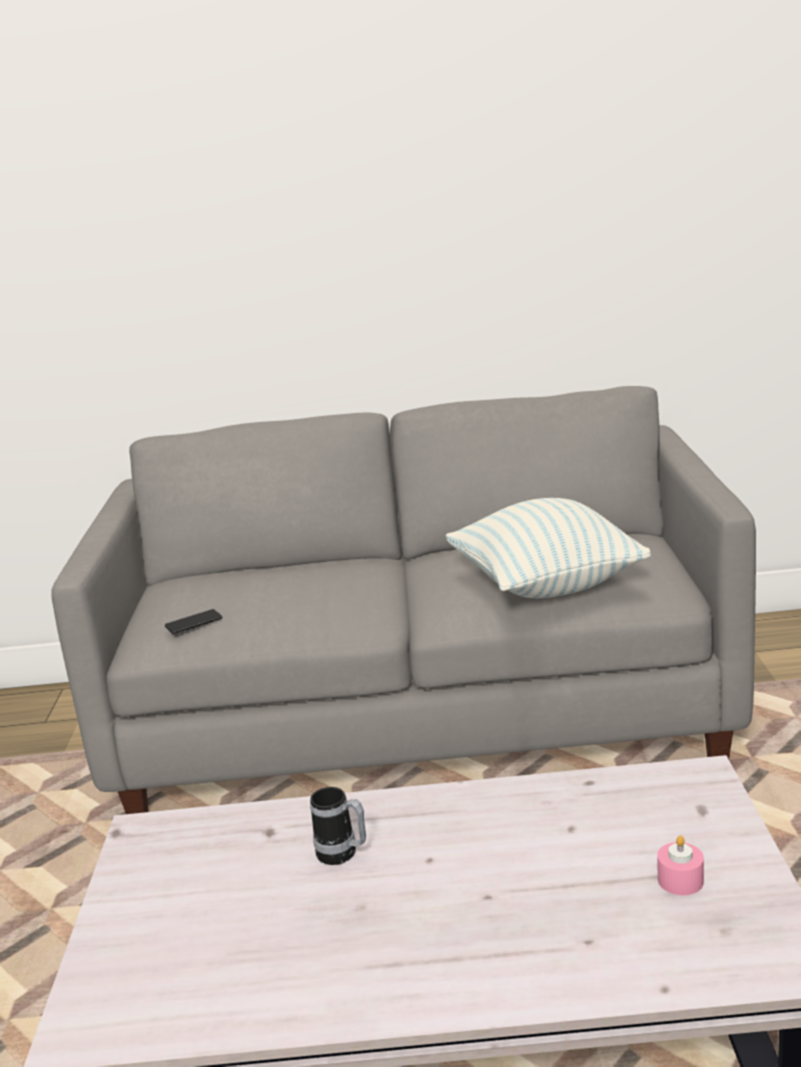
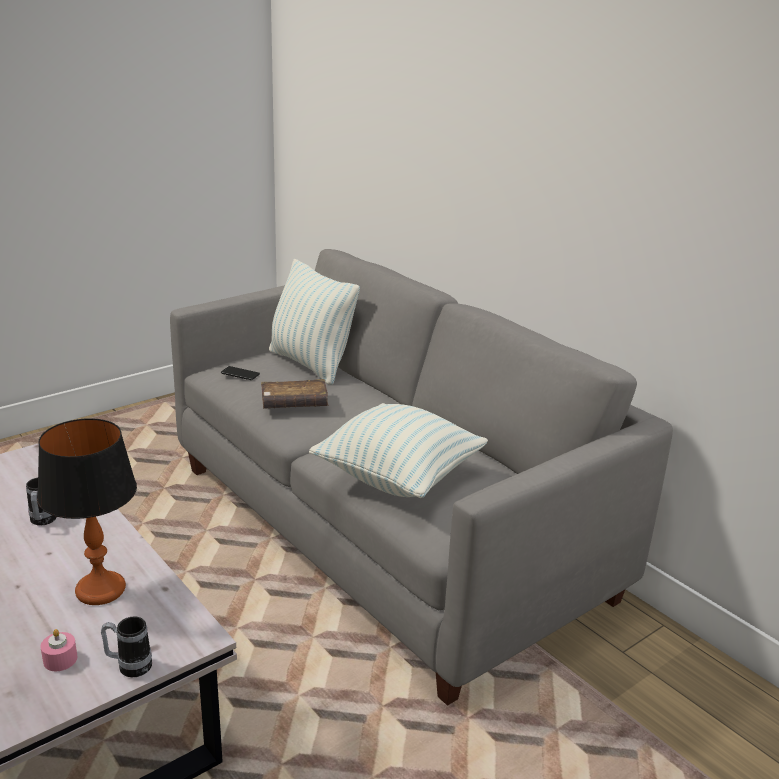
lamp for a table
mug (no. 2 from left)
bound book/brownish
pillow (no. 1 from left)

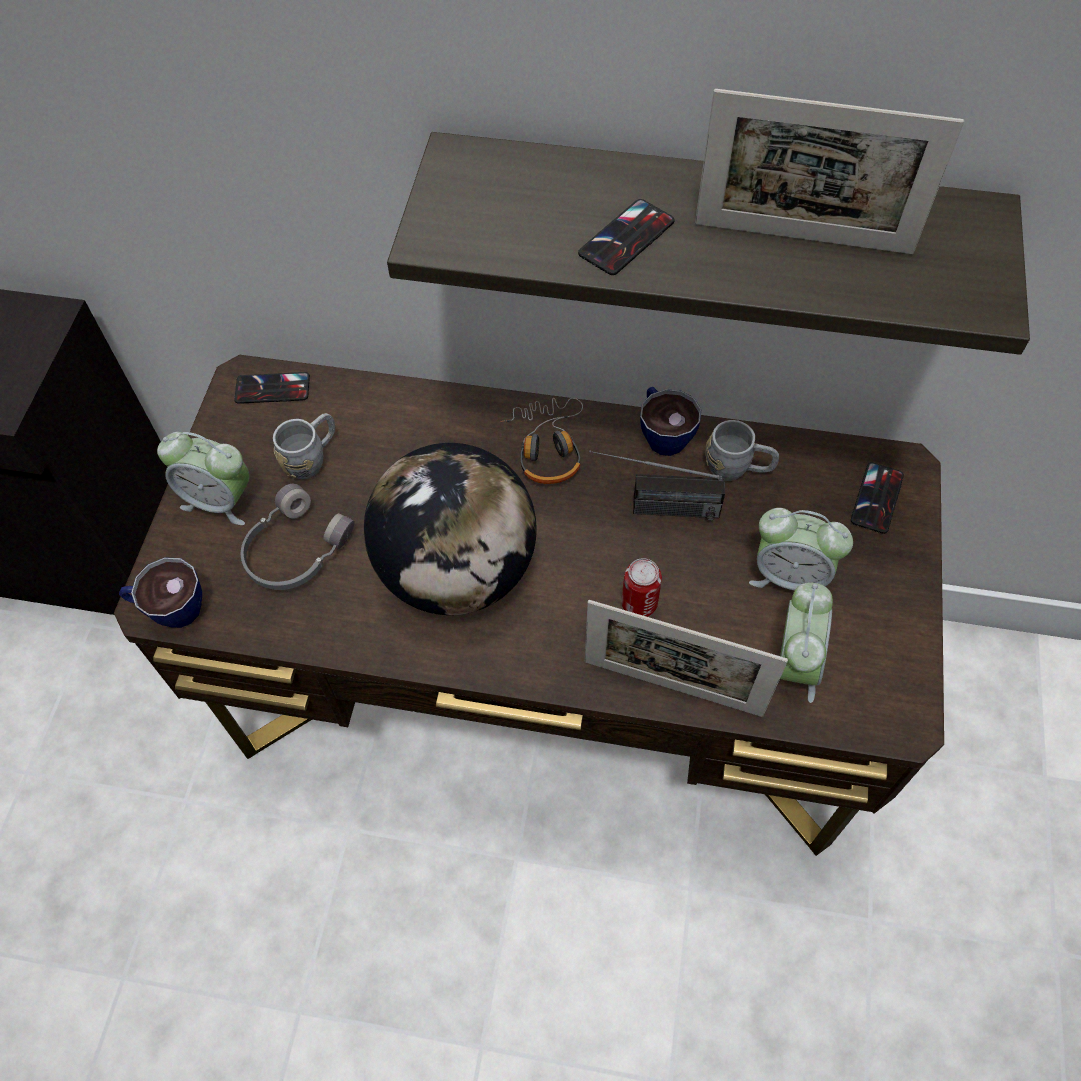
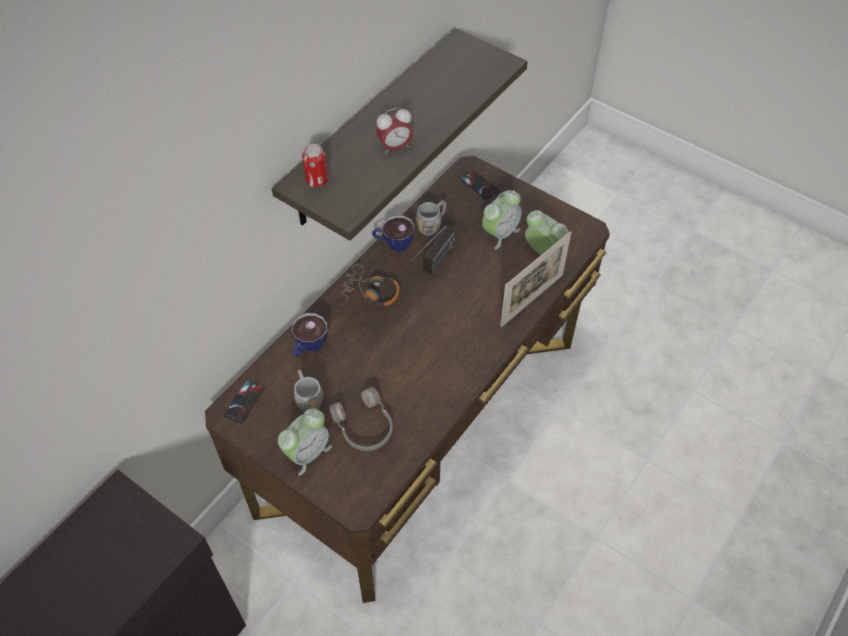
drinking cup (no. 1 from left)
sealed can
alarm clock (no. 2 from left)
desk globe
picture frame (no. 2 from left in the first image)

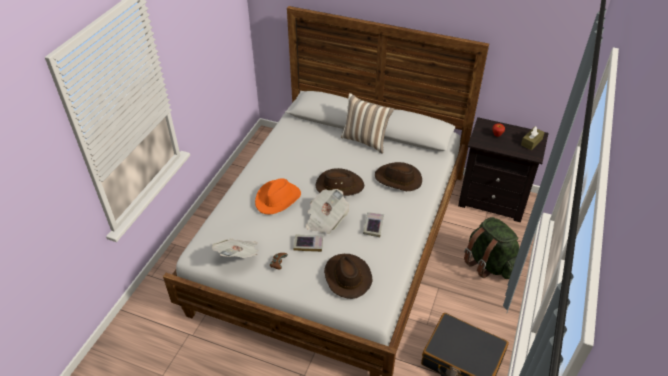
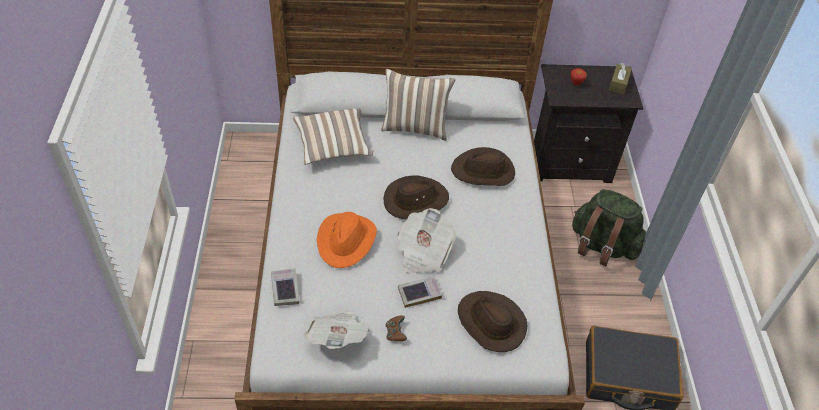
bound book (no. 1 from left)
pillow (no. 1 from left)

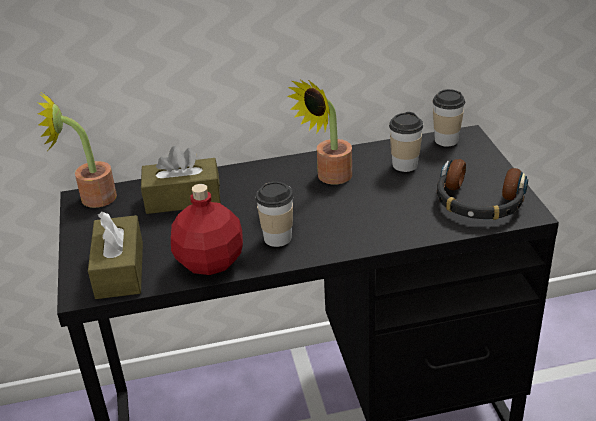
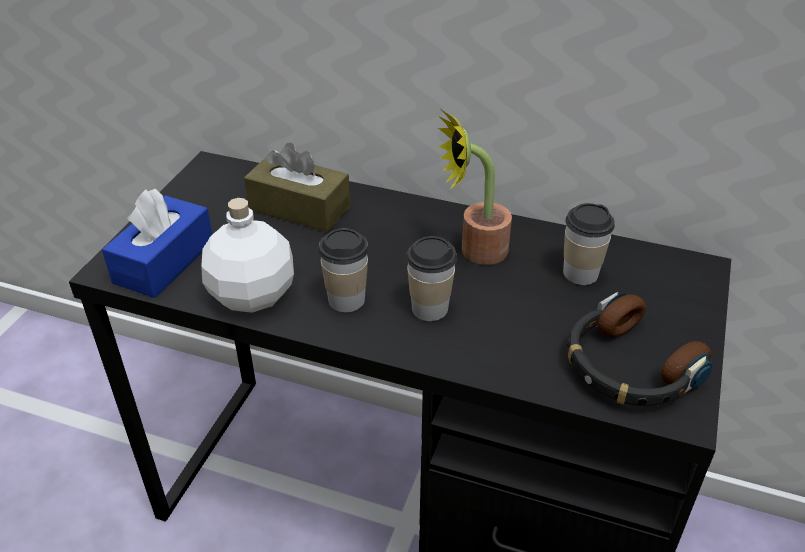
box of tissues/blue
bottle/white-coloured
drinking cup (no. 2 from left)
plant in a pot (no. 1 from left in the first image)

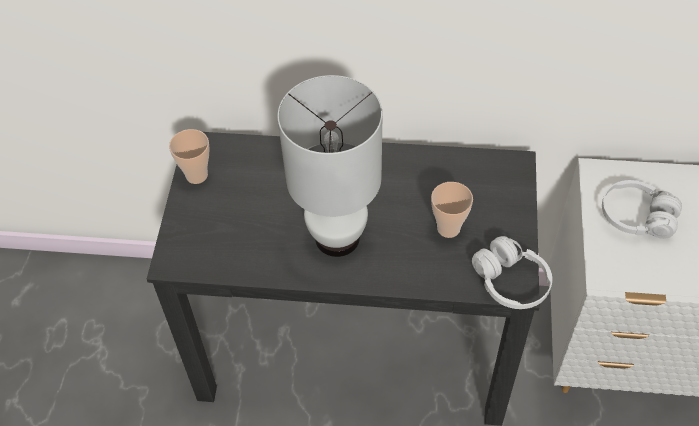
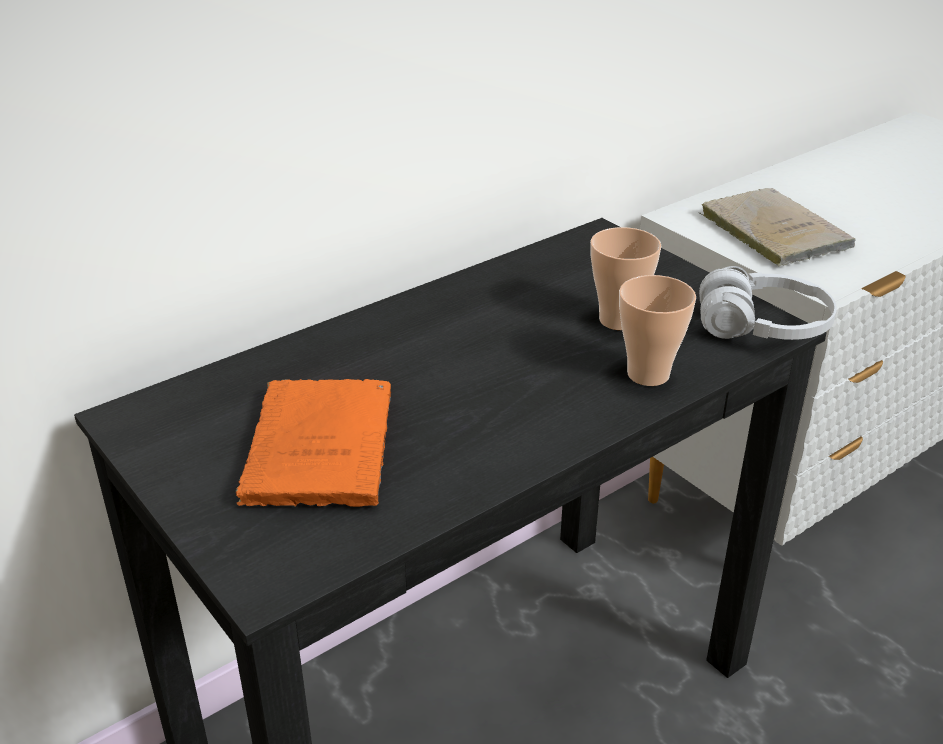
bound book/orange-coloured
drinking cup (no. 2 from left)
bound book/beige-coloured
lamp for a table/white-coloured

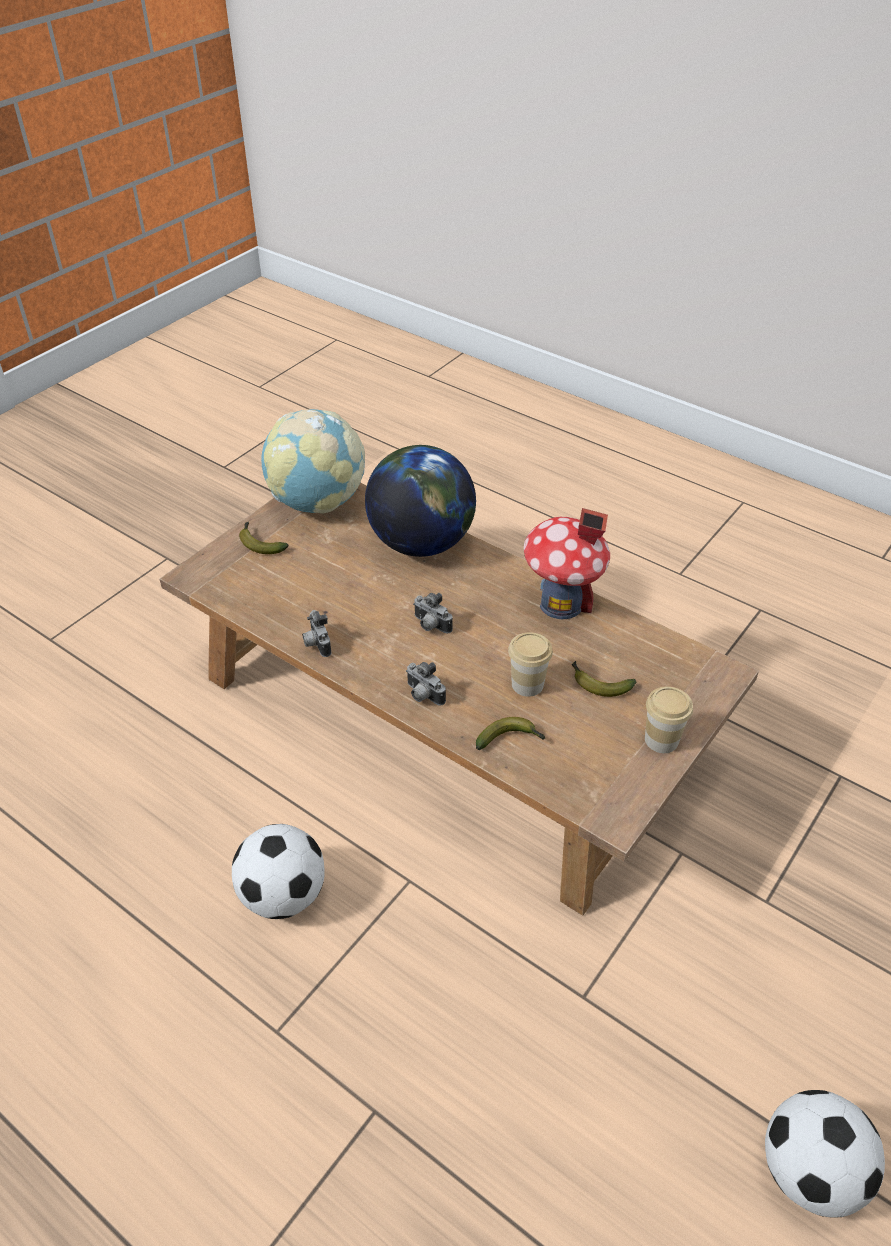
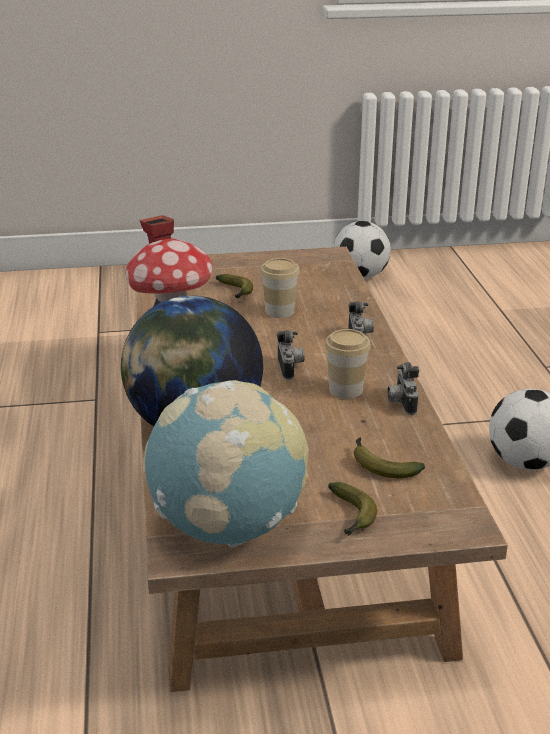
drinking cup (no. 2 from left)
banana fruit (no. 3 from left)
photo camera (no. 3 from left)

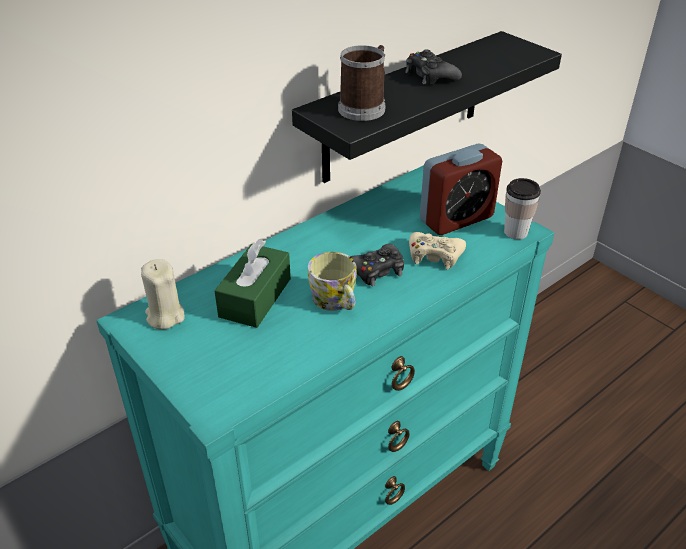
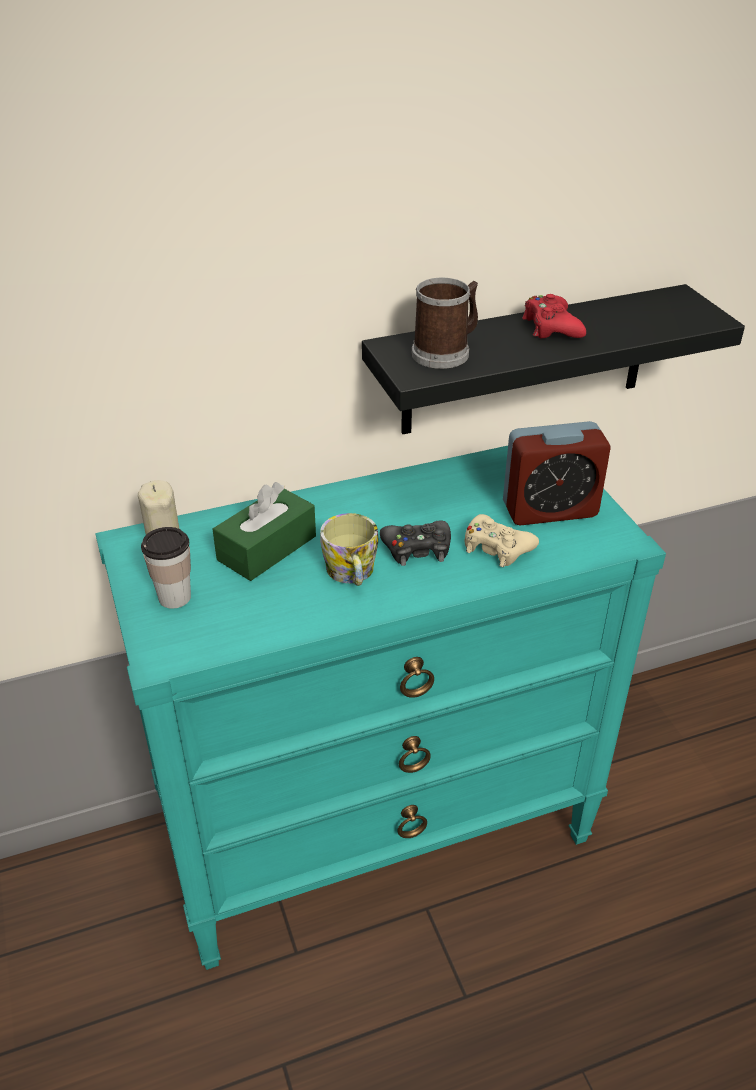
drinking cup
game controller/reddish

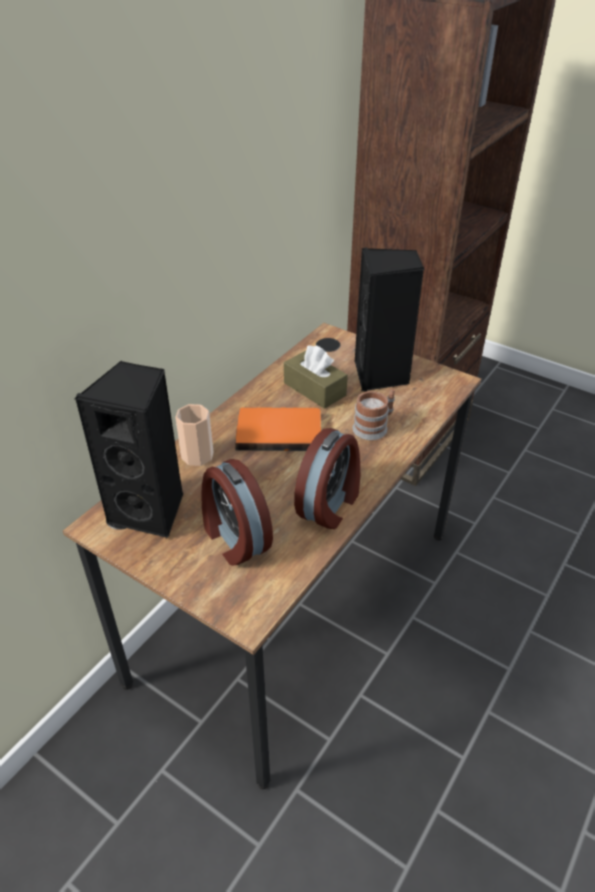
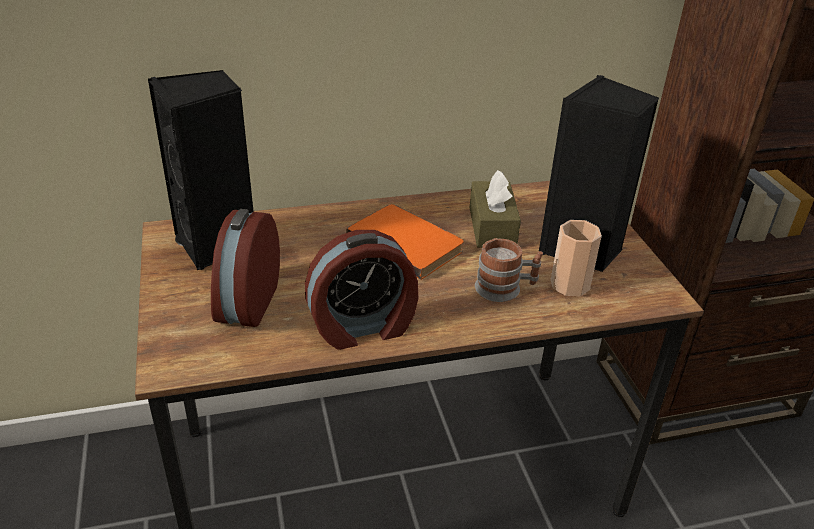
drinking cup

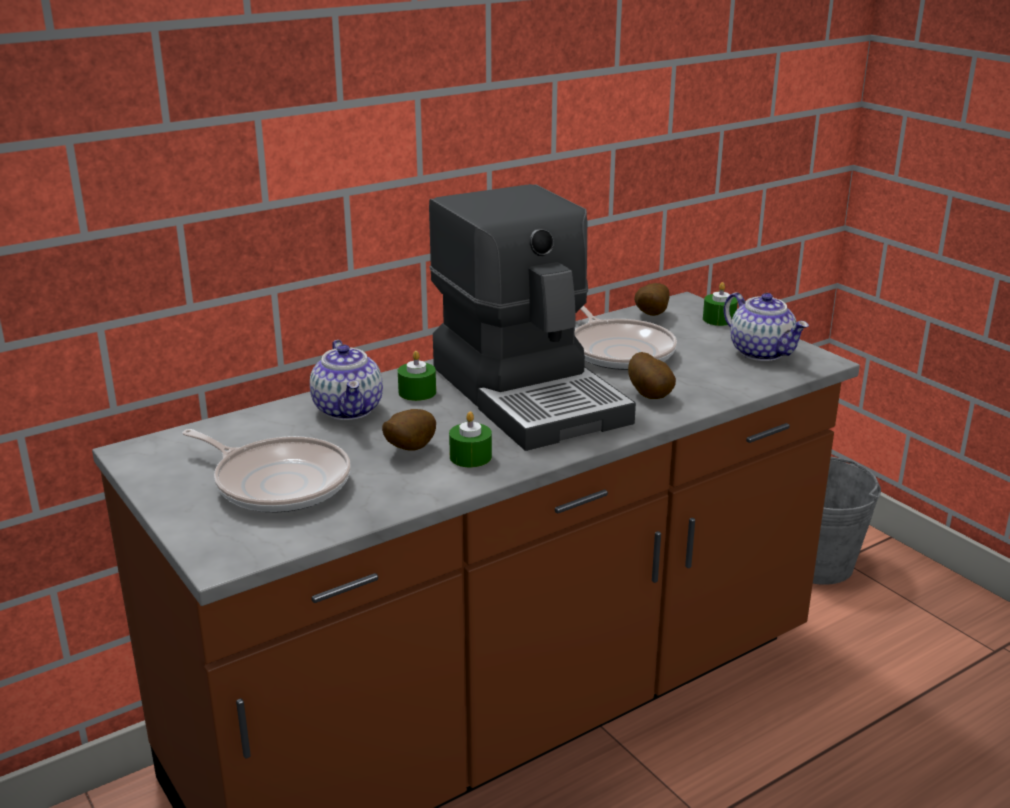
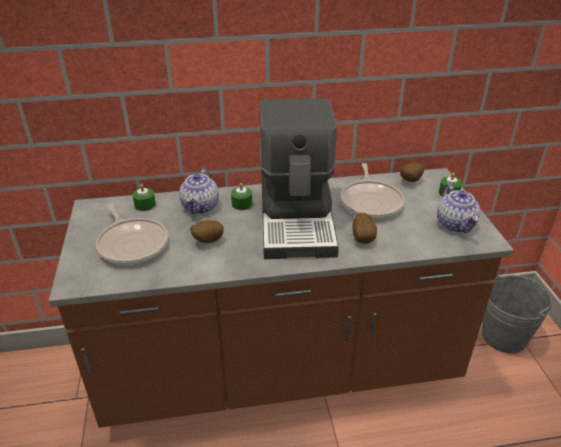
candle/green (no. 1 from left)

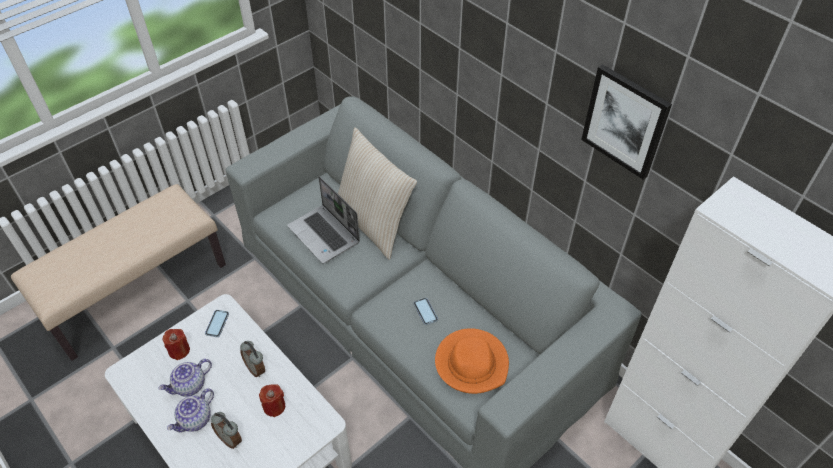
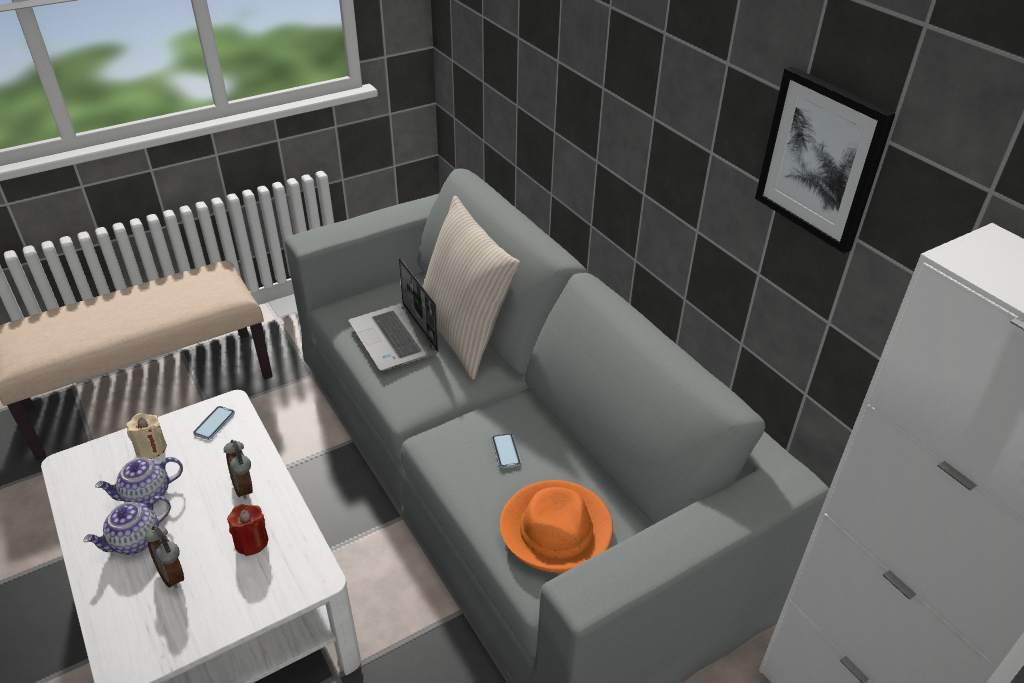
candle/beige-coloured

